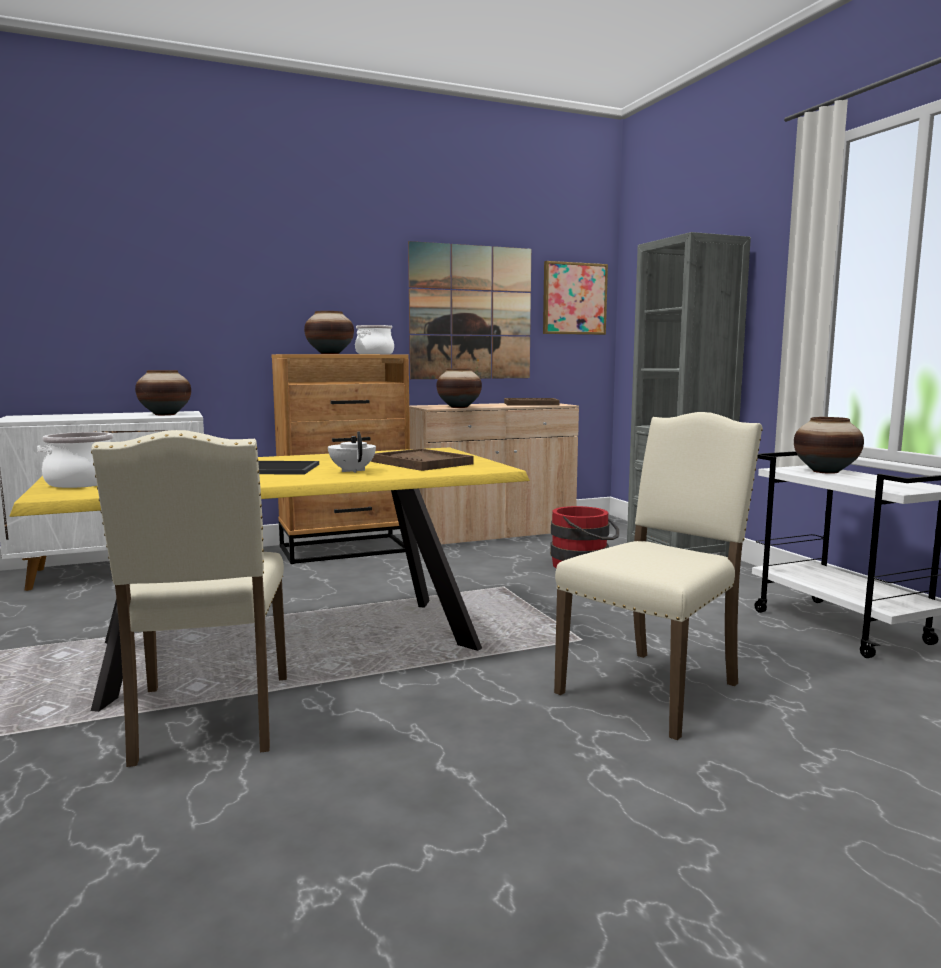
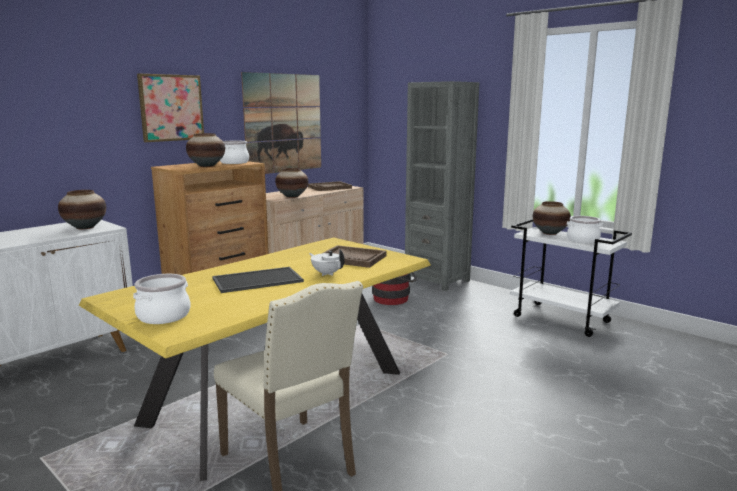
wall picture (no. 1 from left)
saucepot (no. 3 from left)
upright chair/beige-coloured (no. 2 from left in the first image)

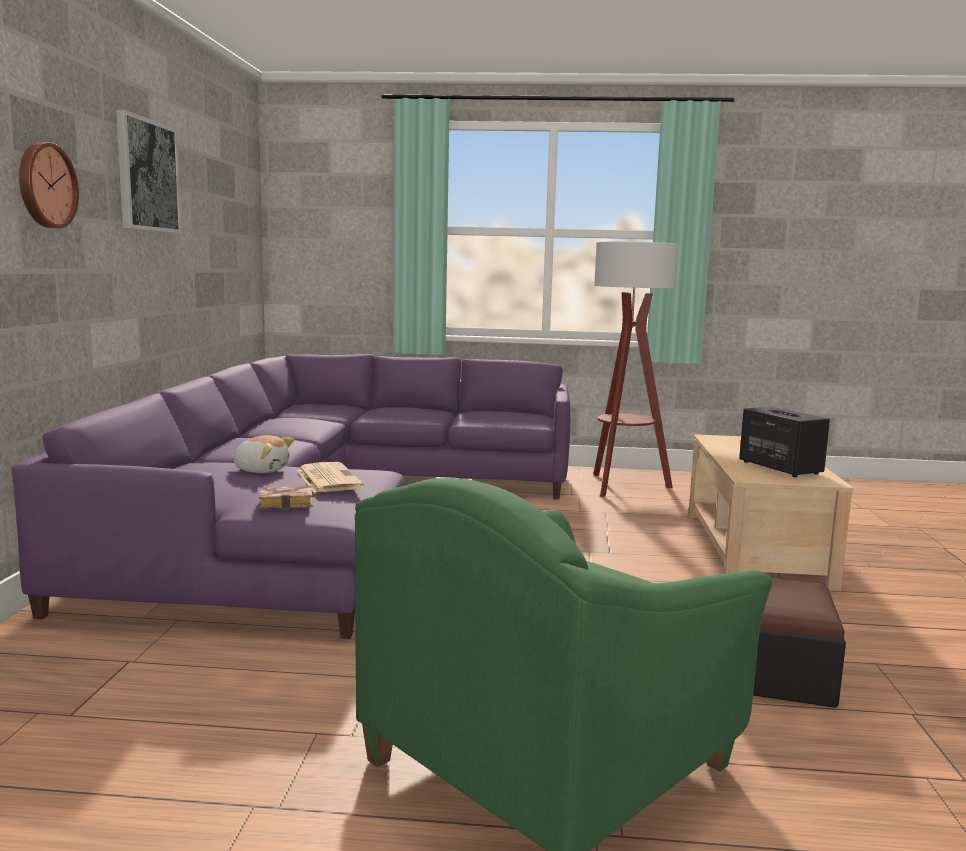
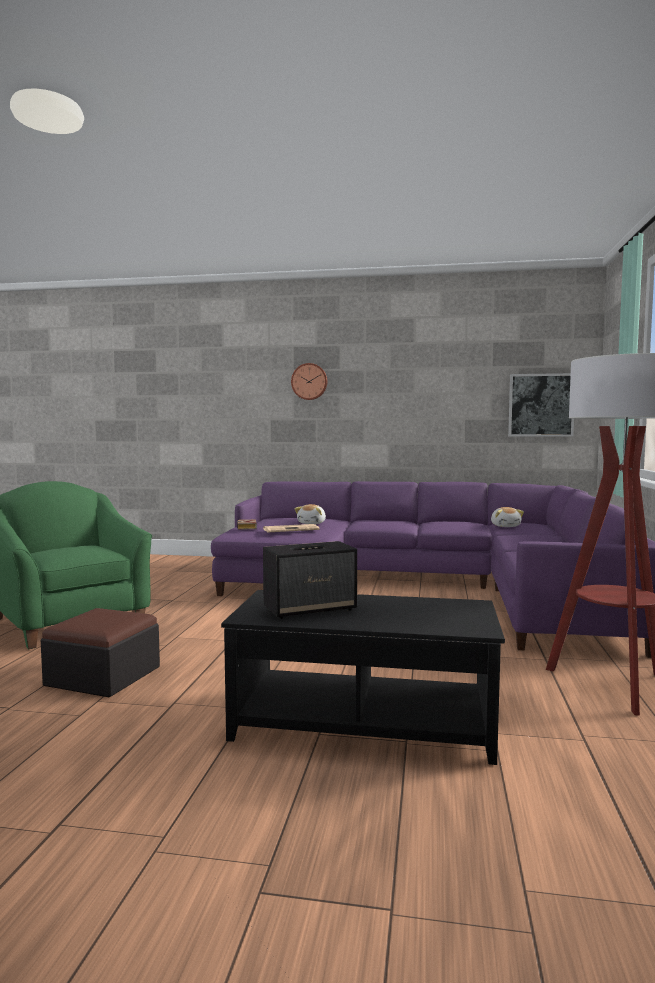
low table/blackish
soft toy (no. 2 from left)
wall picture

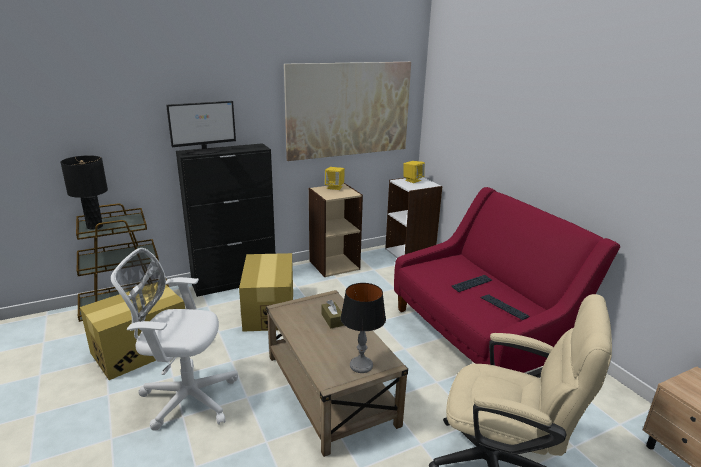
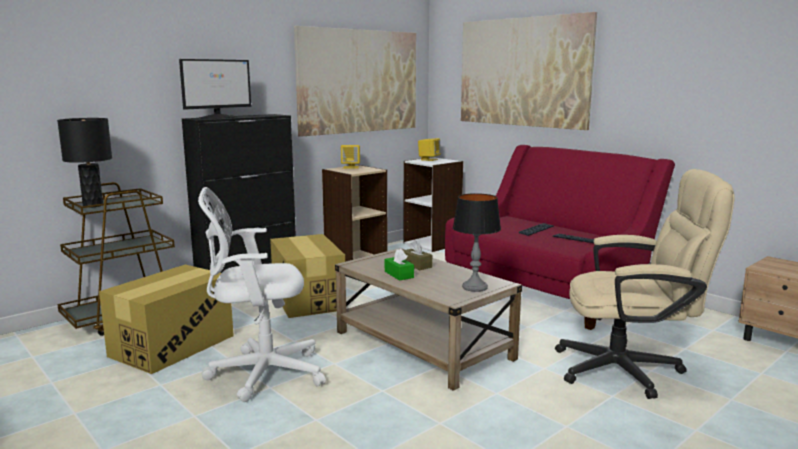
box of tissues/green
wall picture (no. 2 from left)

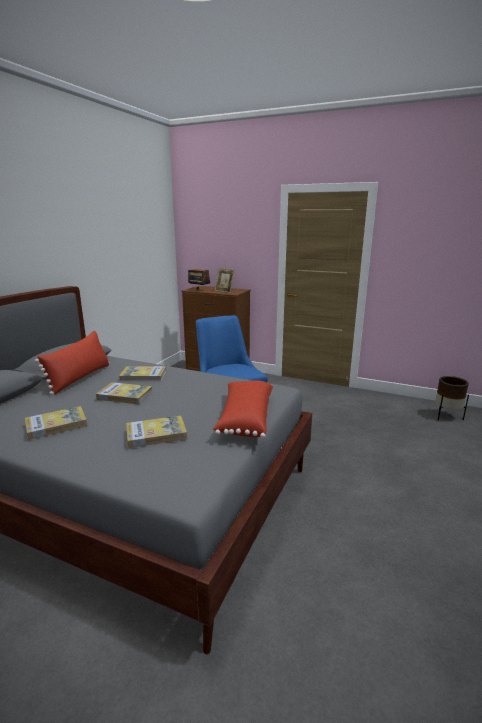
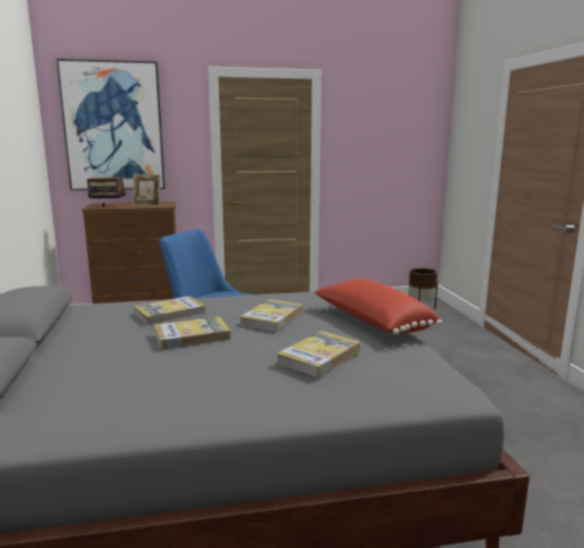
wall picture
bound book (no. 3 from left)
pillow/reddish (no. 1 from left in the first image)

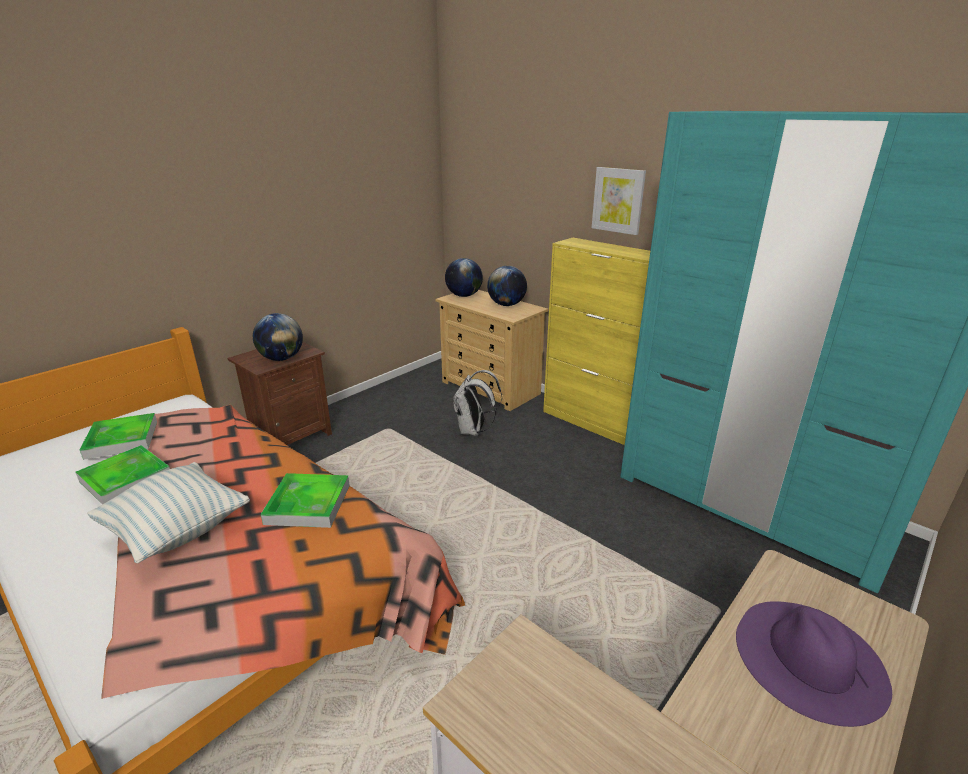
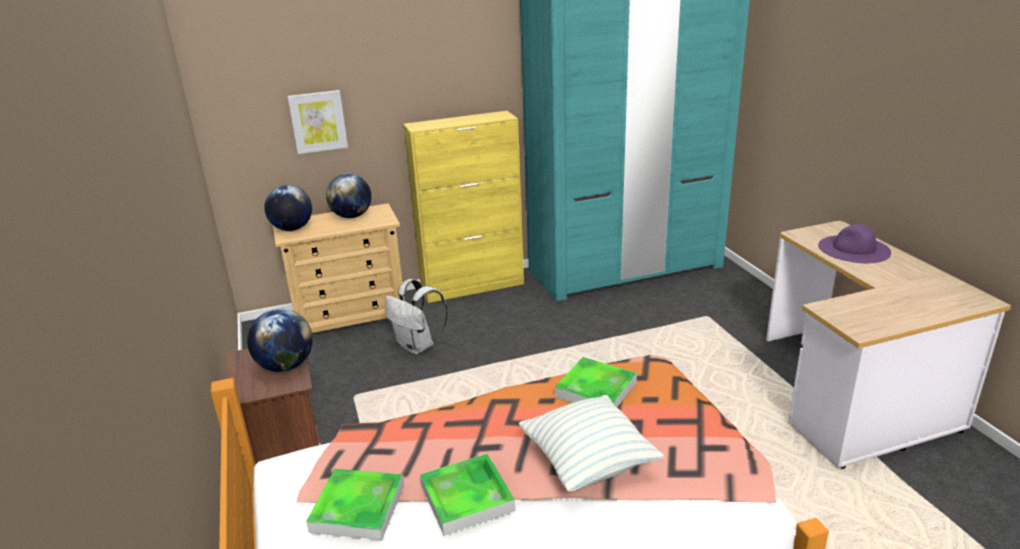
wall picture

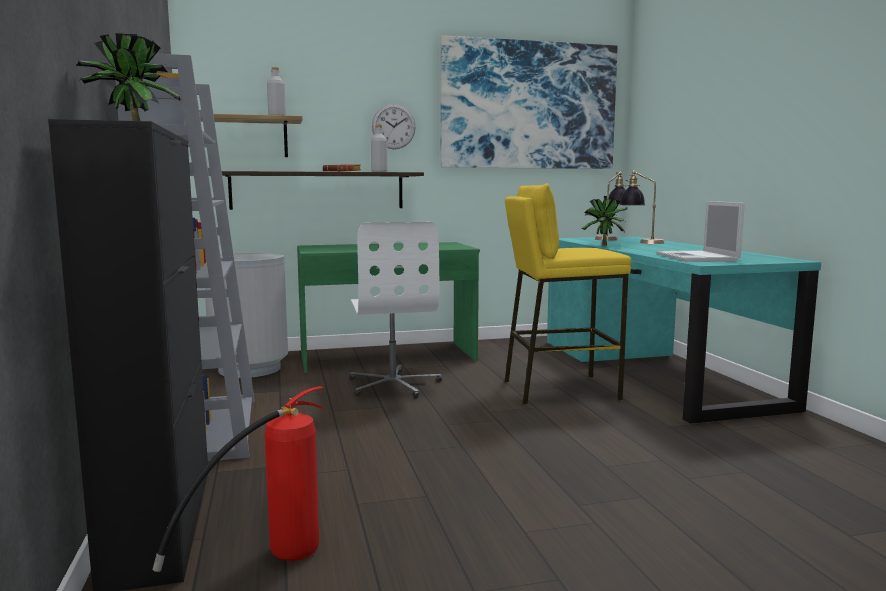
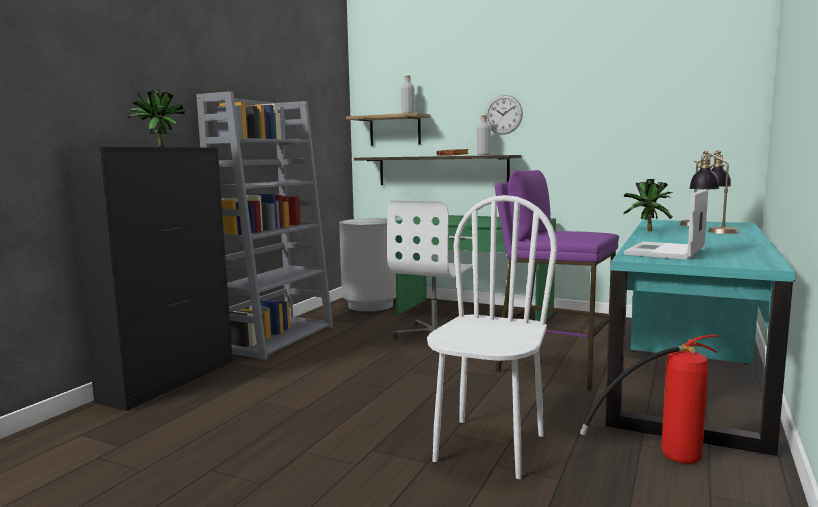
upright chair/white-coloured
stool/purple-coloured
extinguisher
wall picture

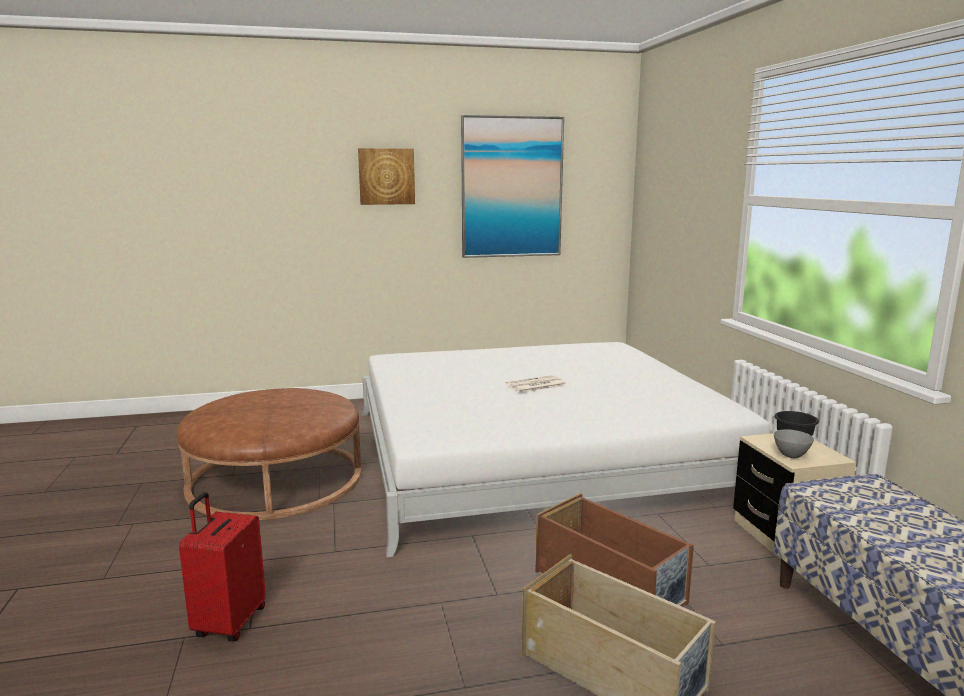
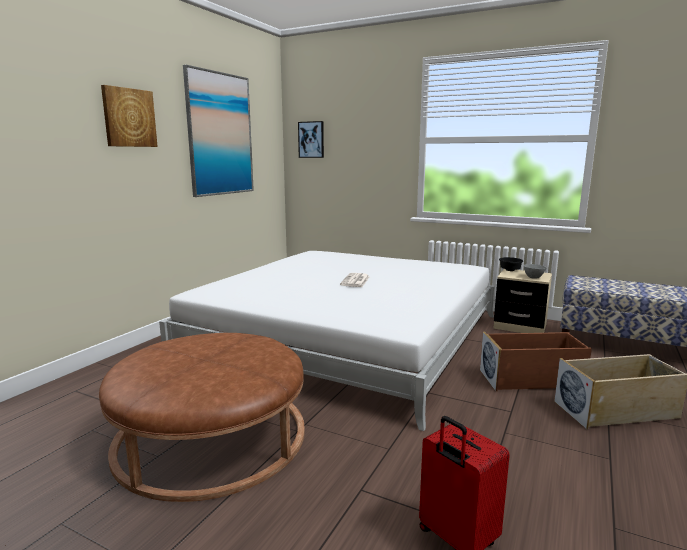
wall picture (no. 3 from left)

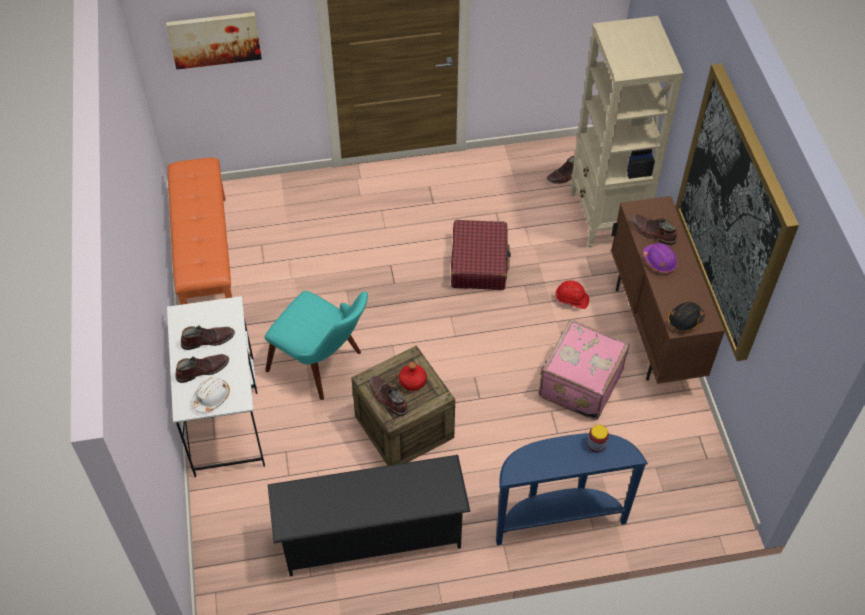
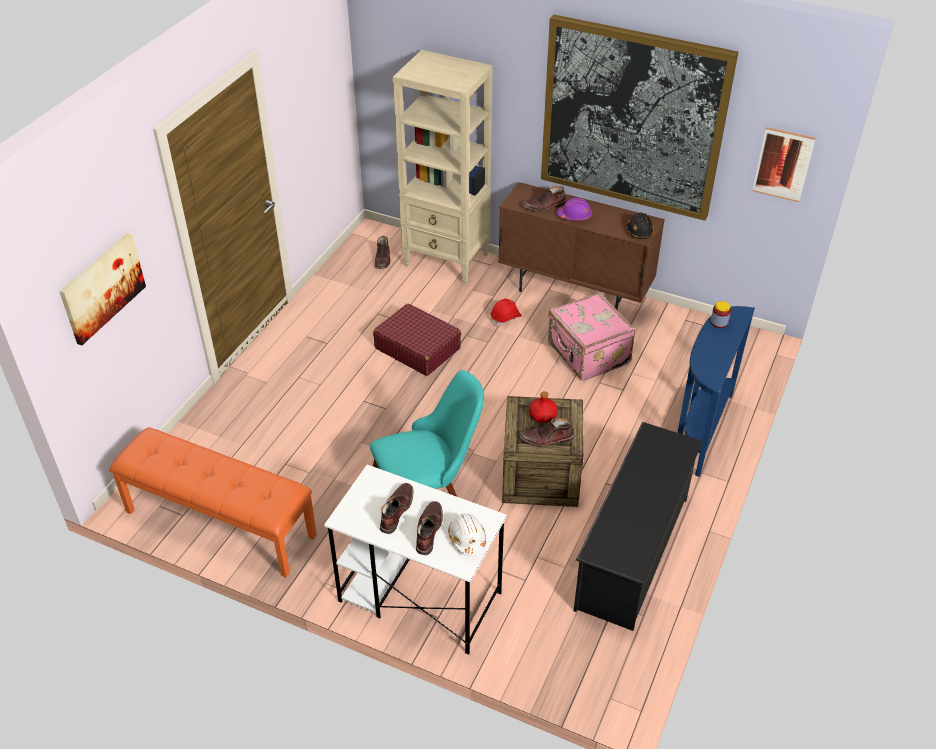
wall picture (no. 3 from left)

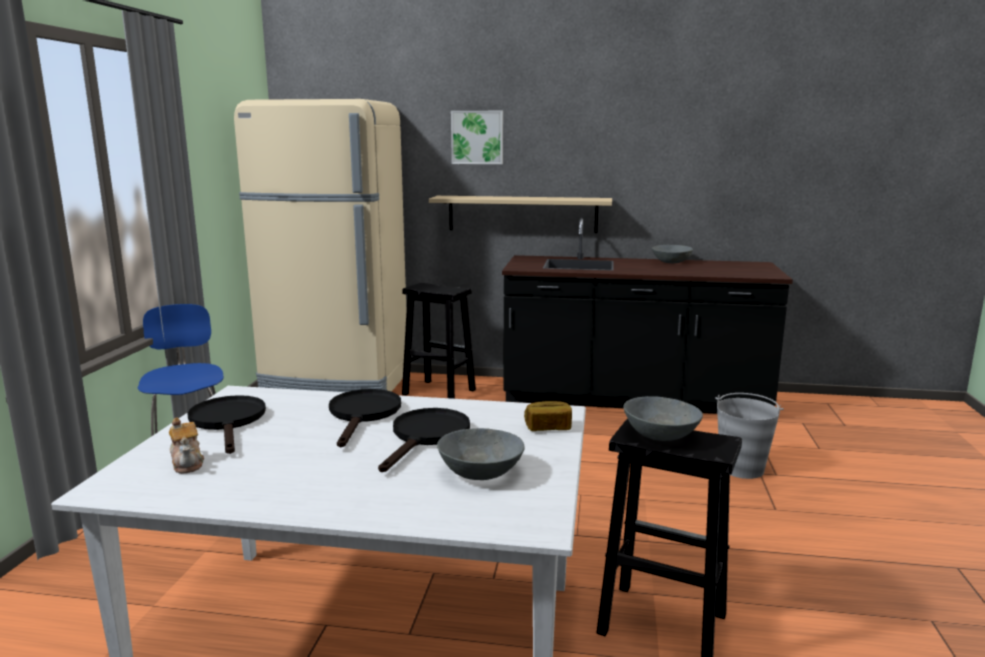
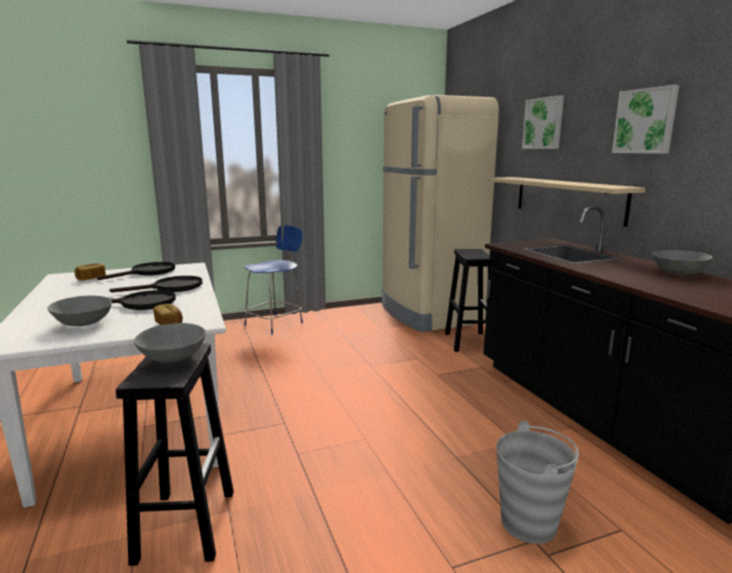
baked bread (no. 1 from left)
wall picture (no. 2 from left)

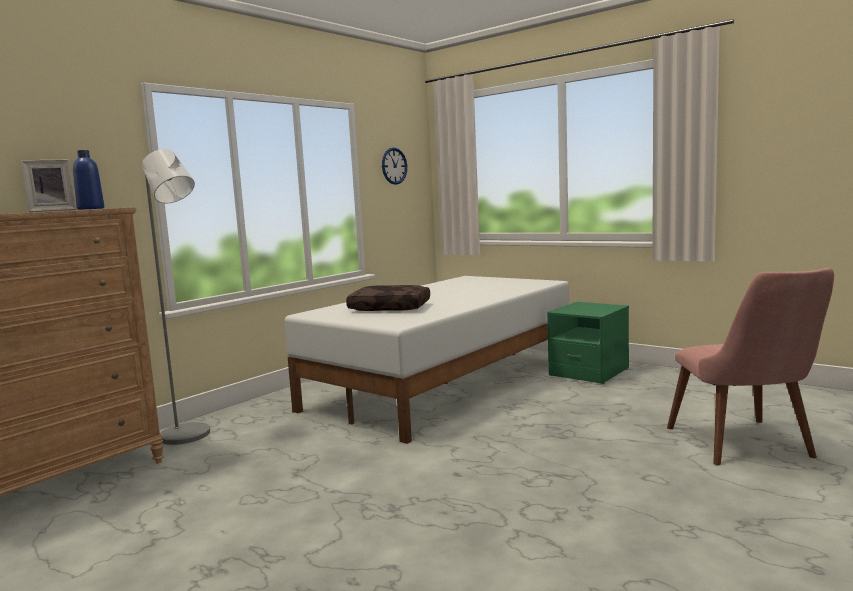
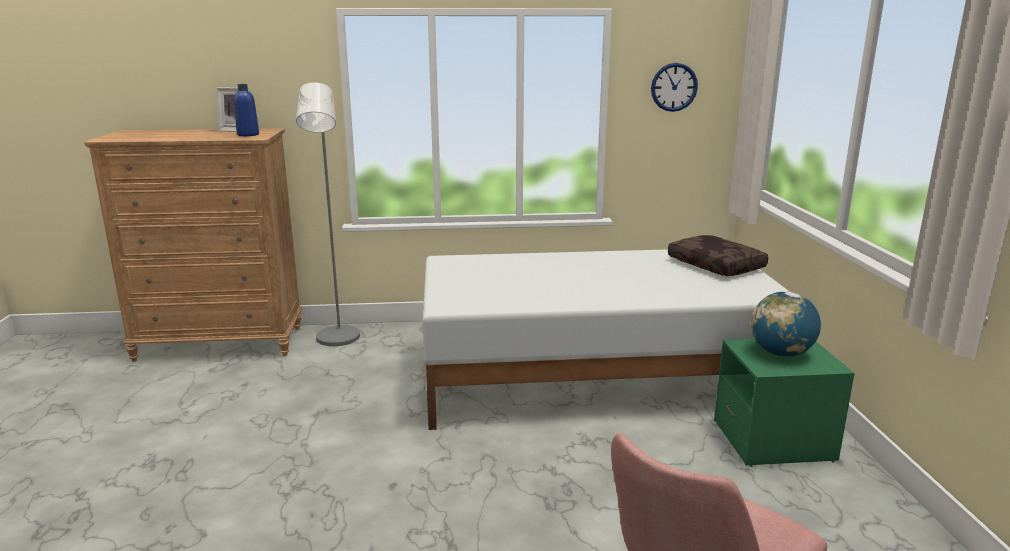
pillow/brownish
desk globe

